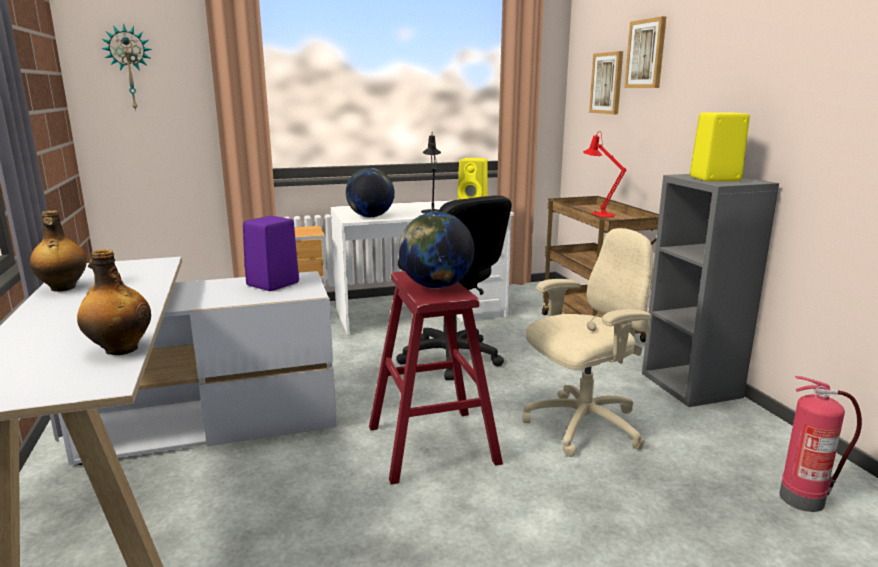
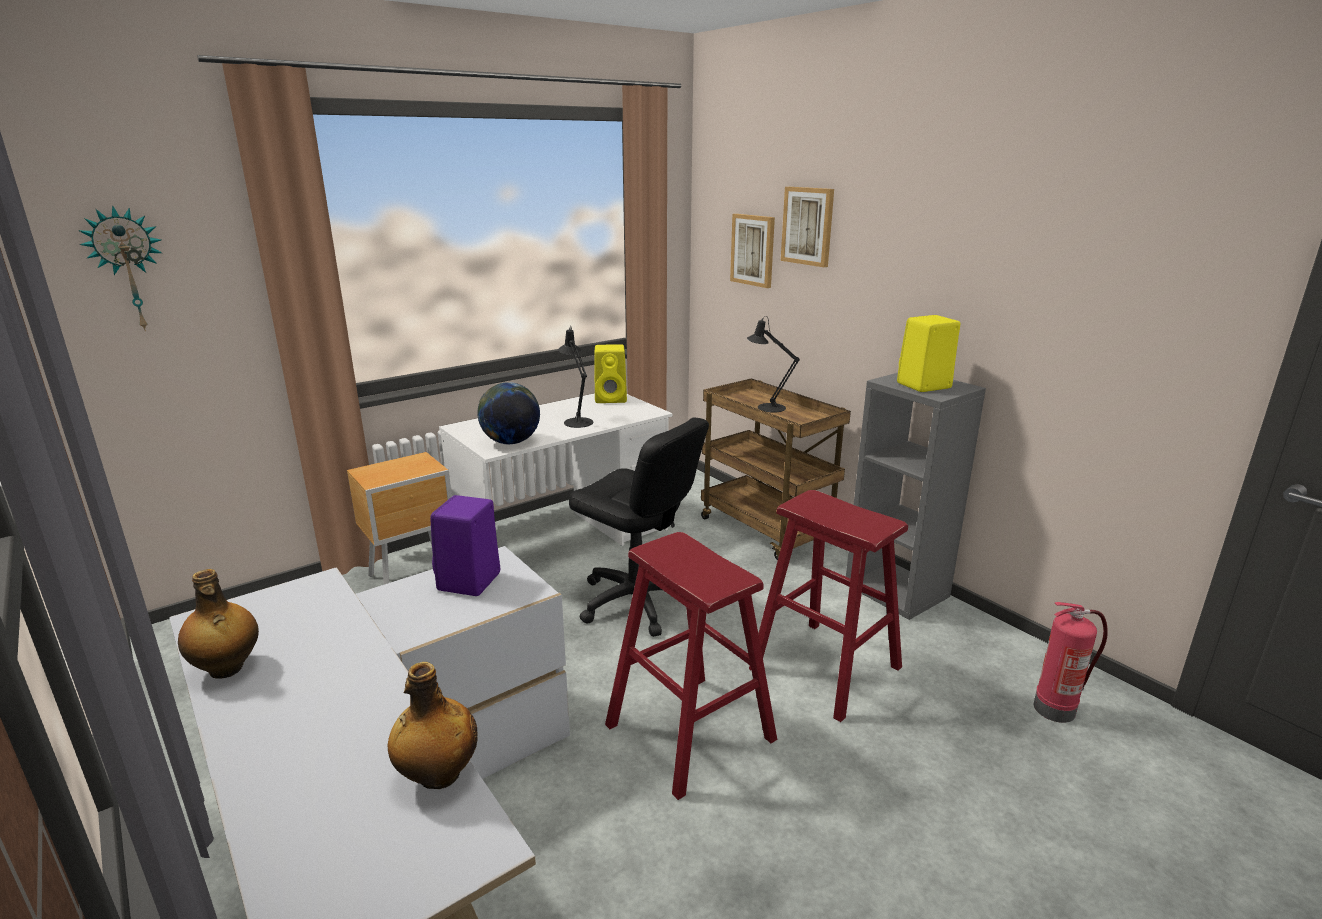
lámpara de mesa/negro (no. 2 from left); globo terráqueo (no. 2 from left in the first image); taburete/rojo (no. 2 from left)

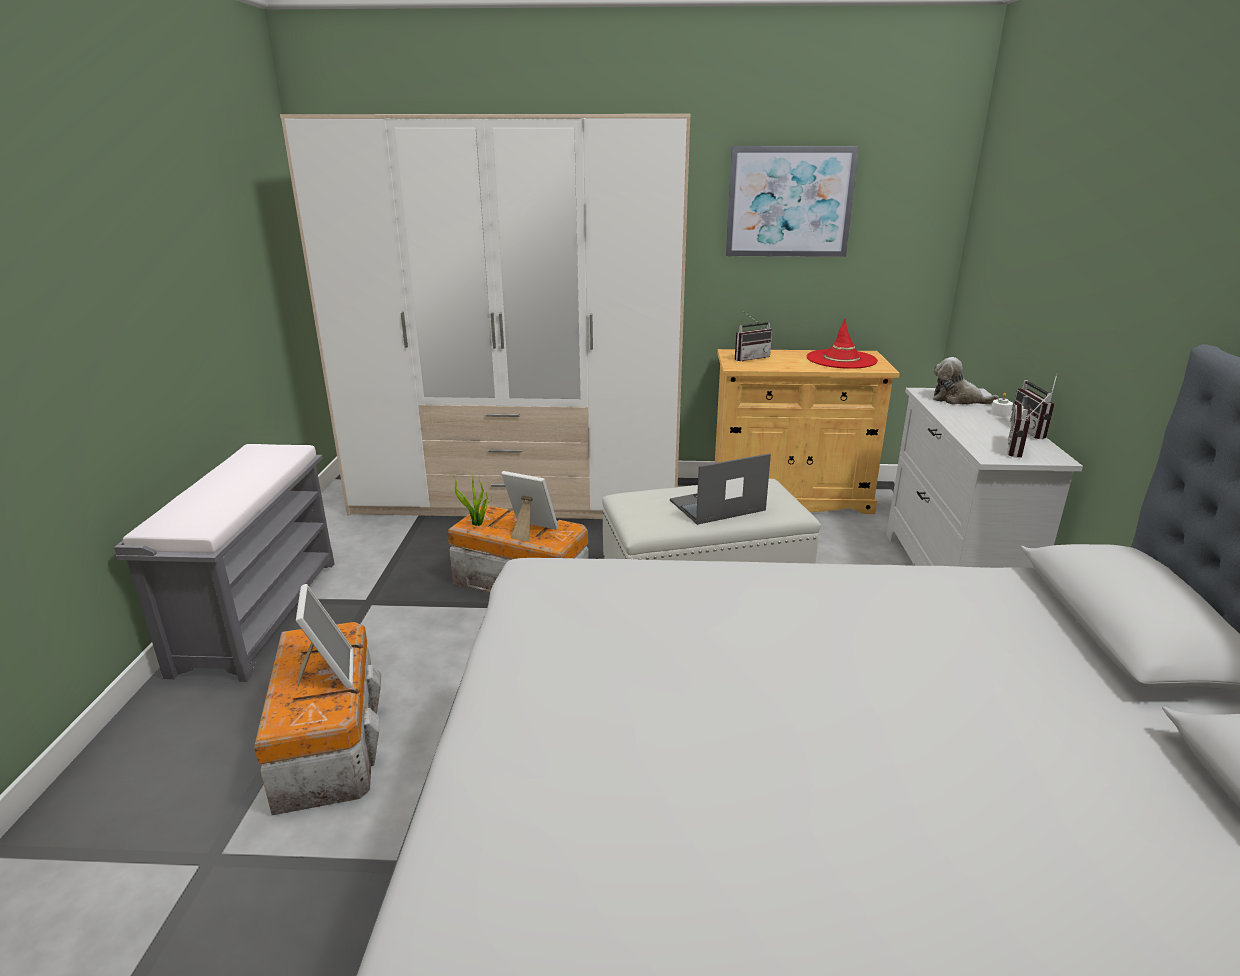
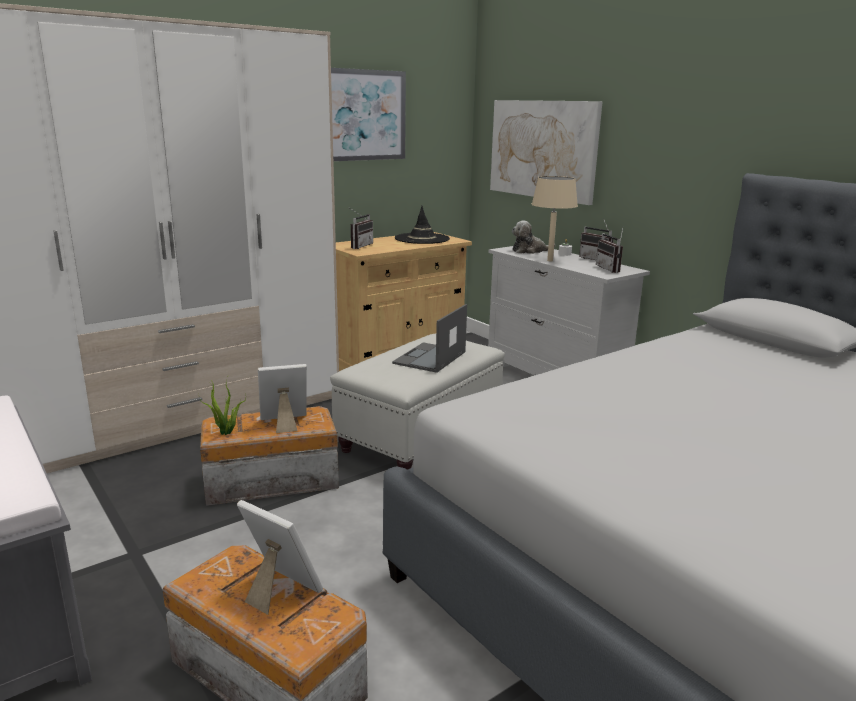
sombrero/negro; cuadro (no. 2 from left); lámpara de mesa/beis

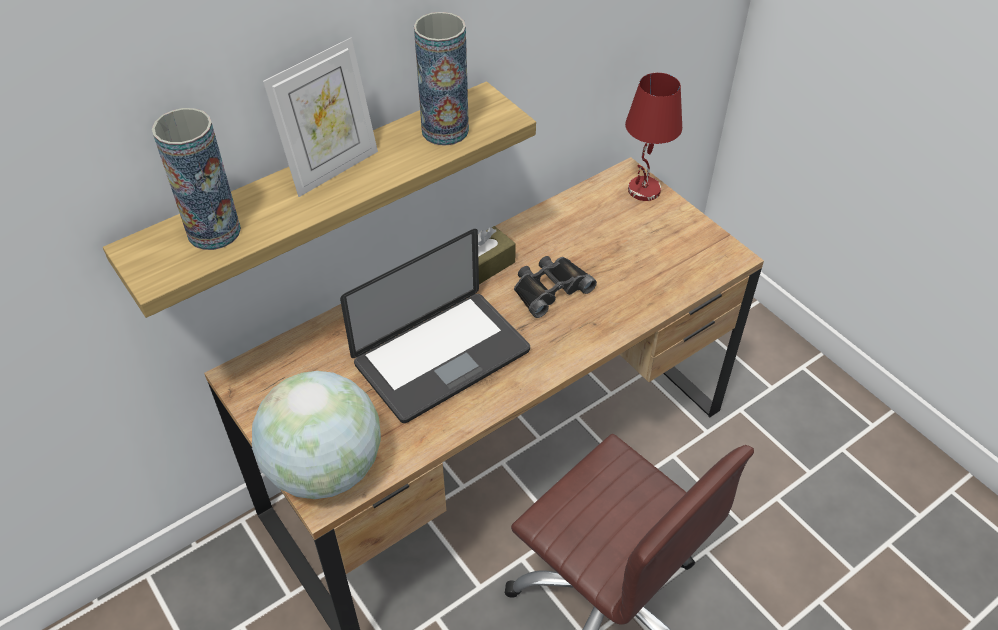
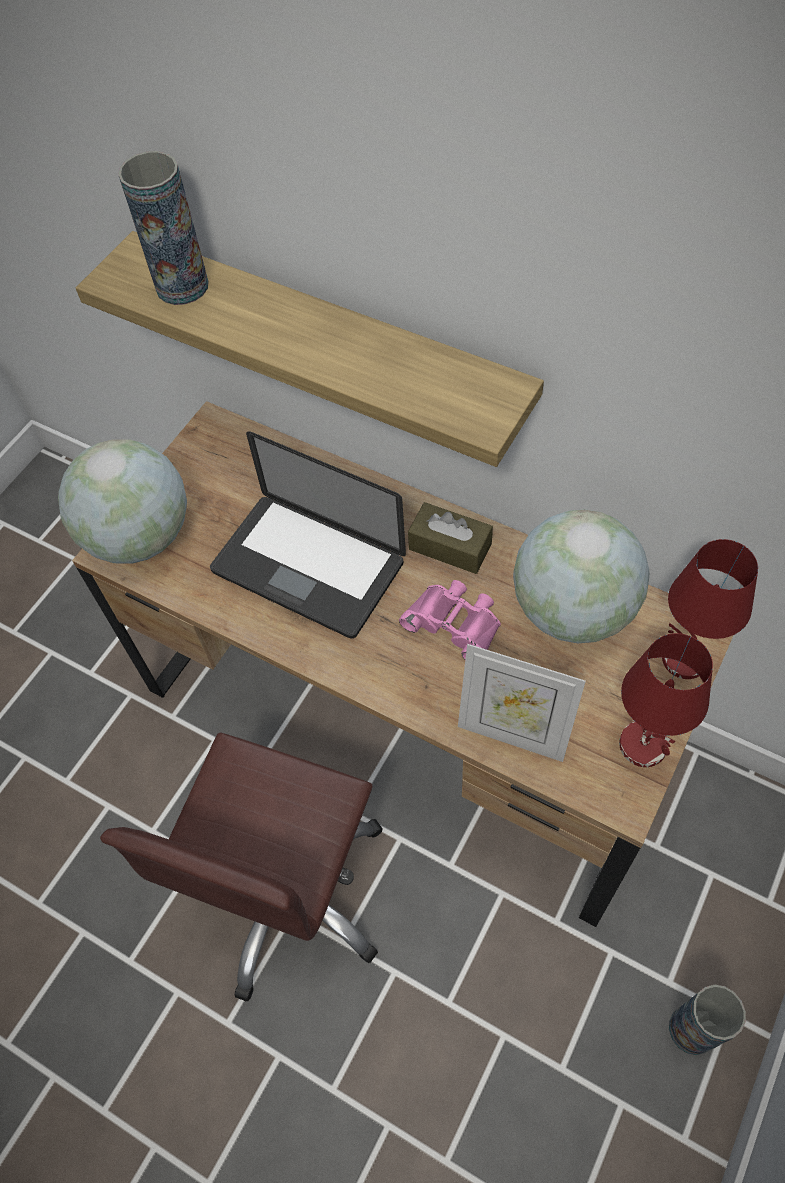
florero (no. 2 from left); portarretratos; prismáticos/rosa; globo terráqueo (no. 2 from left); lámpara de mesa/rojo (no. 1 from left)

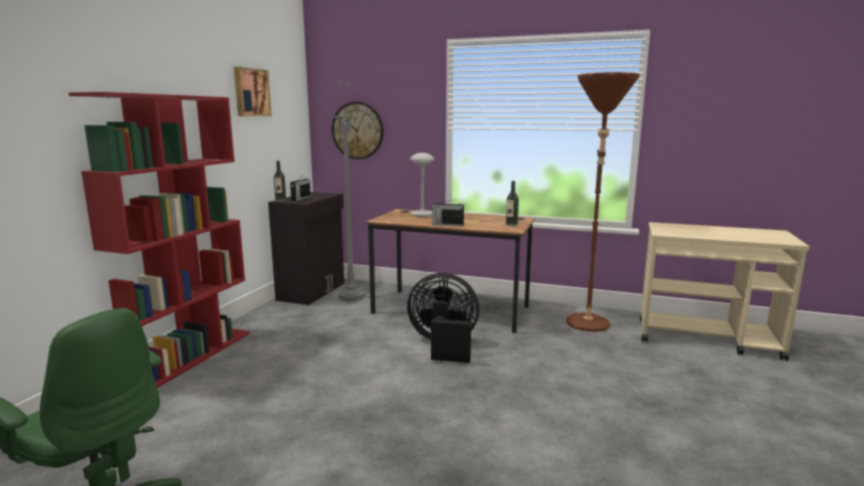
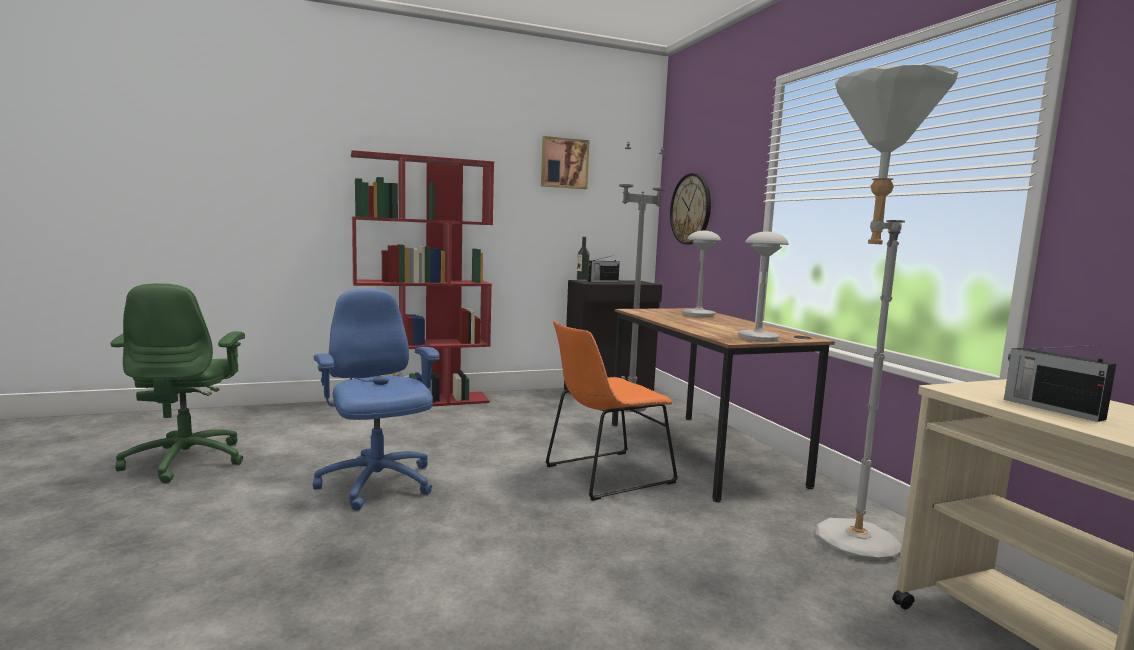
lámpara de pie/gris (no. 2 from left); lámpara de mesa/gris (no. 2 from left); radio (no. 2 from left); silla/naranja; silla de oficina/azul

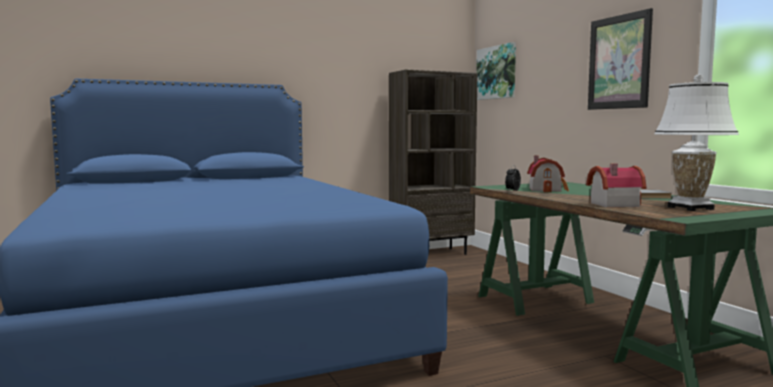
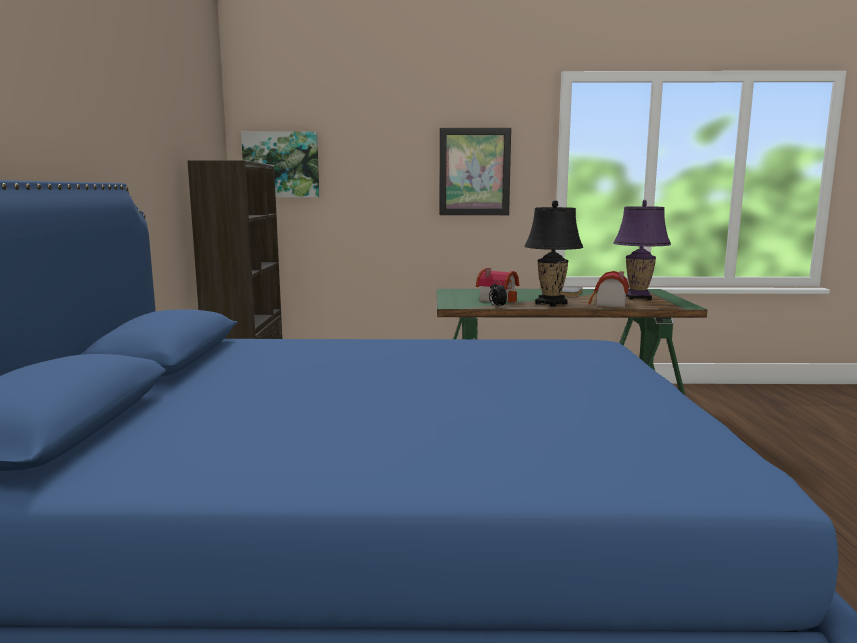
lámpara de mesa/morado; lámpara de mesa/negro

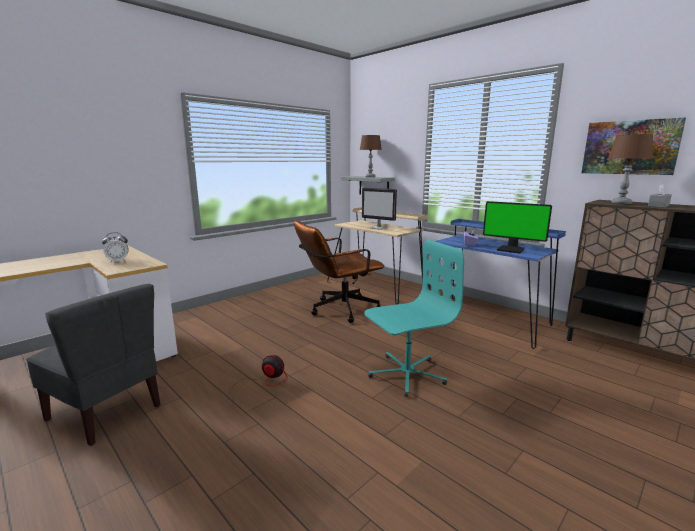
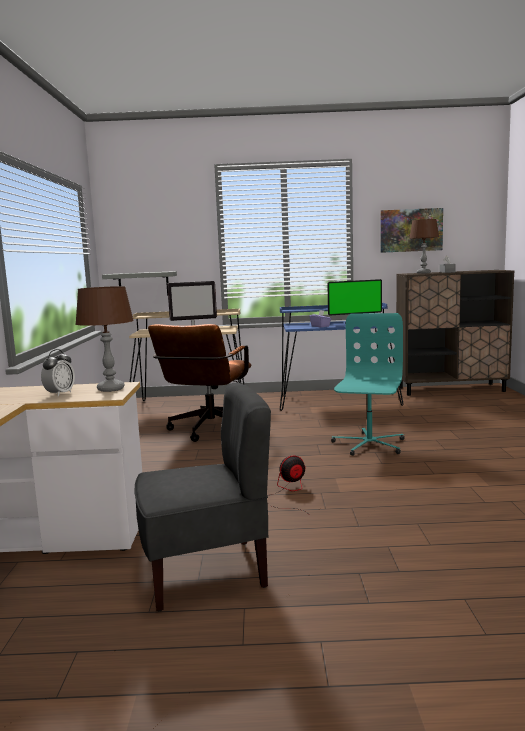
lámpara de mesa/marrón (no. 1 from left)

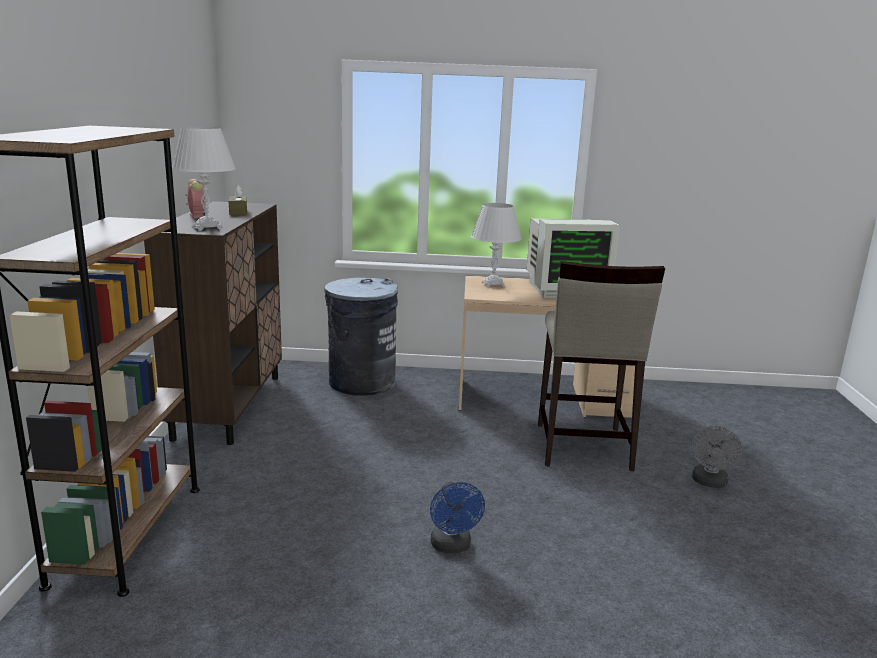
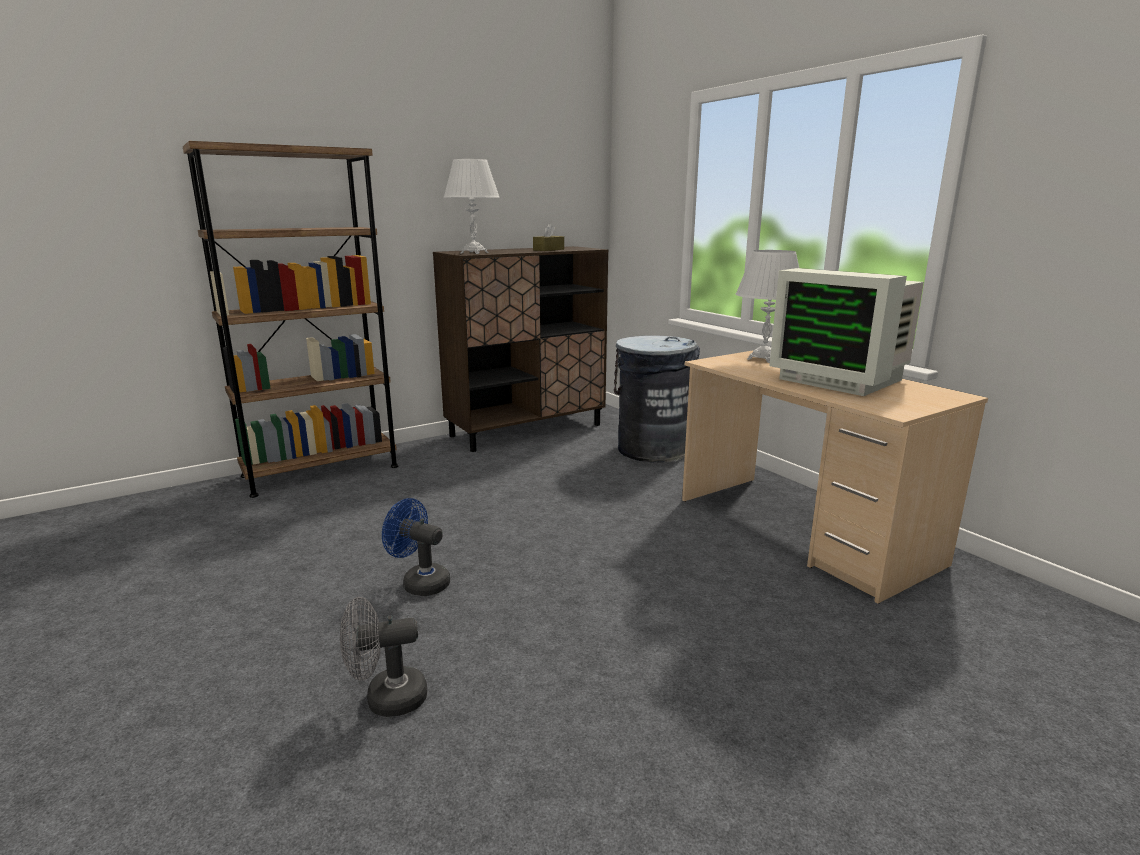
despertador; taburete/beis; ventilador/gris; ventilador/azul

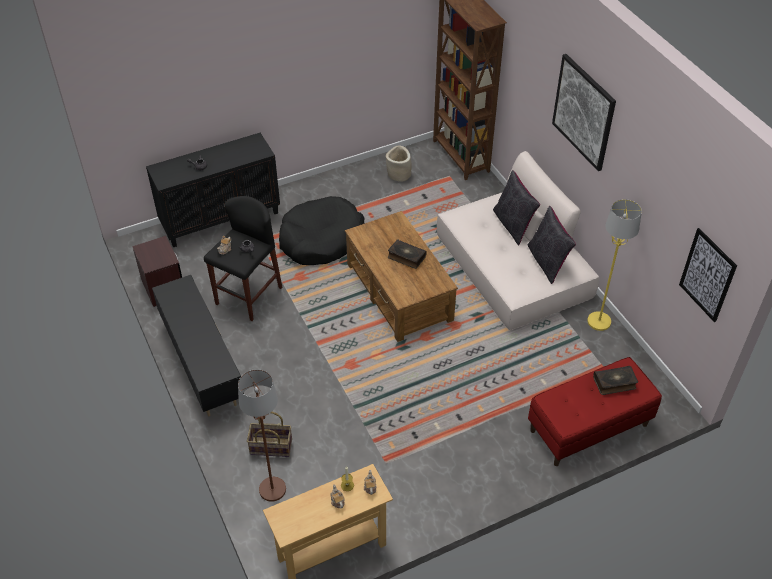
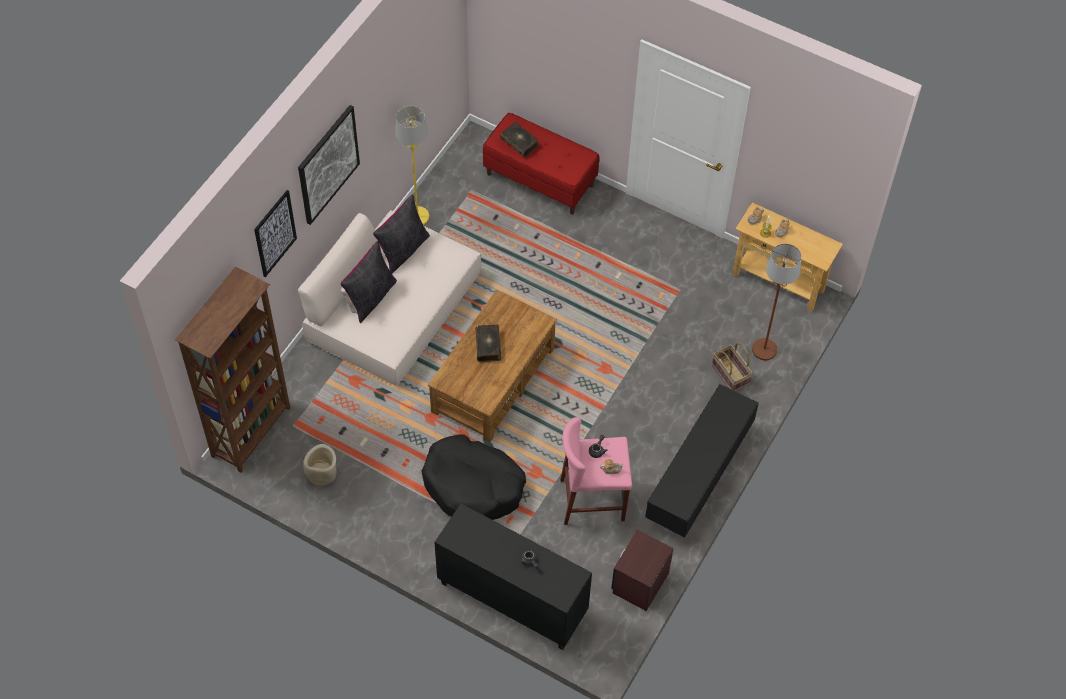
taburete/rosa; cuadro (no. 1 from left)

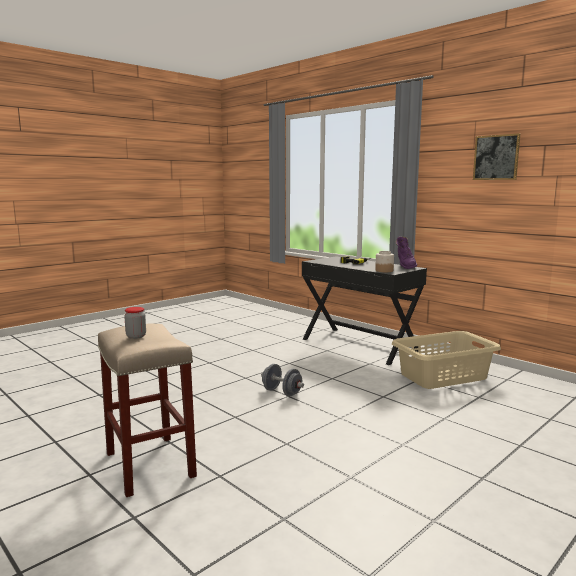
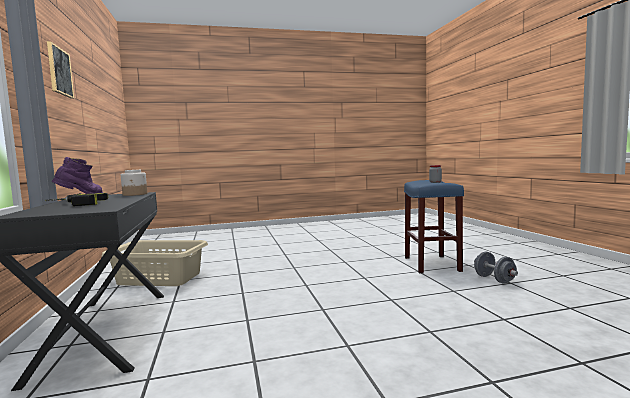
taburete/azul; mancuerna/gris

